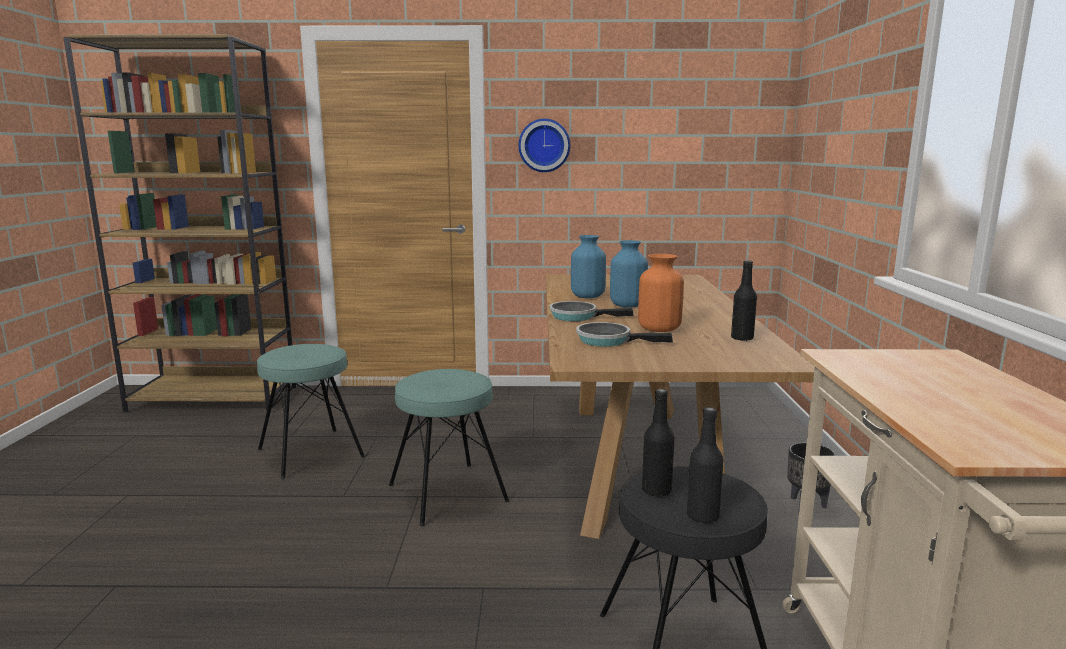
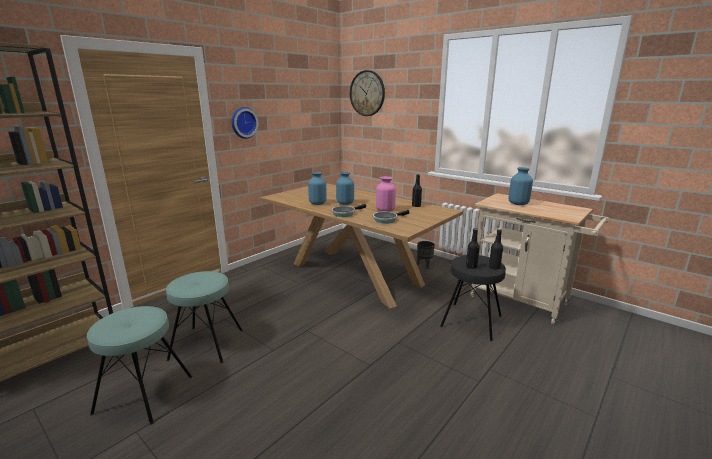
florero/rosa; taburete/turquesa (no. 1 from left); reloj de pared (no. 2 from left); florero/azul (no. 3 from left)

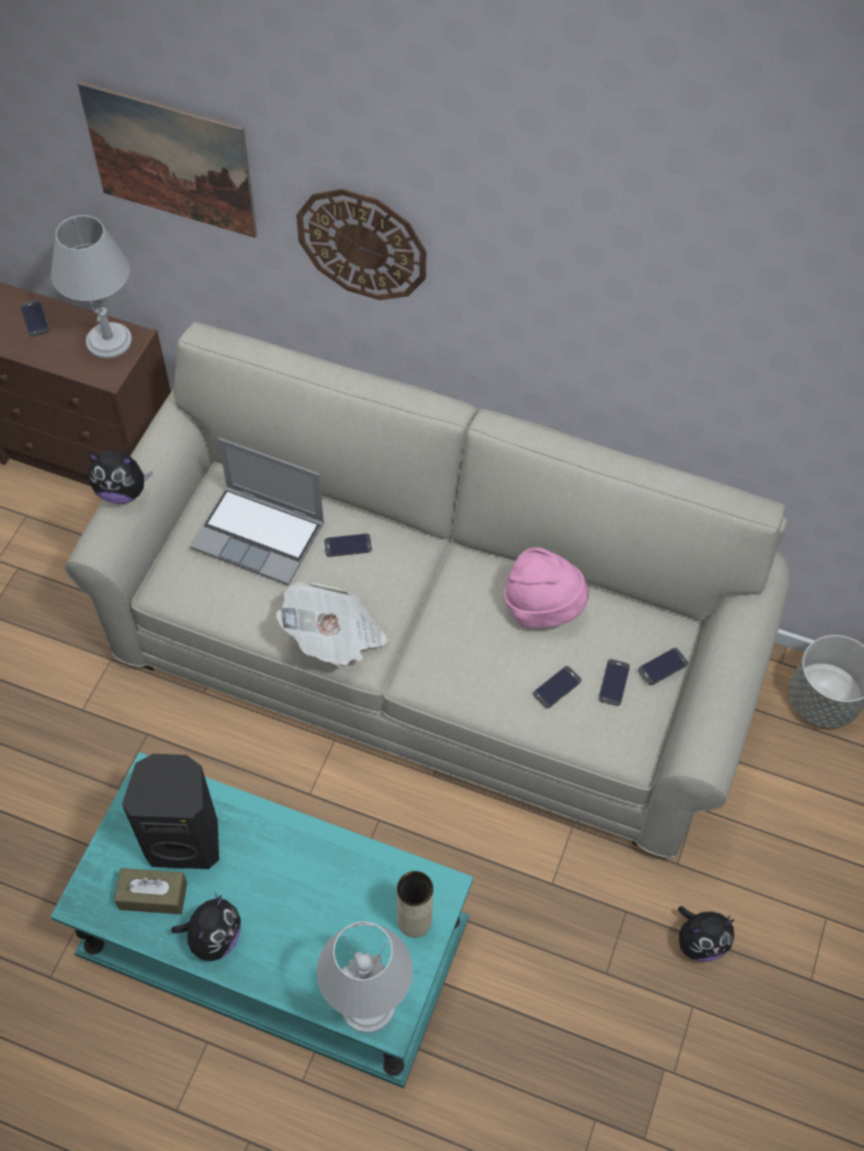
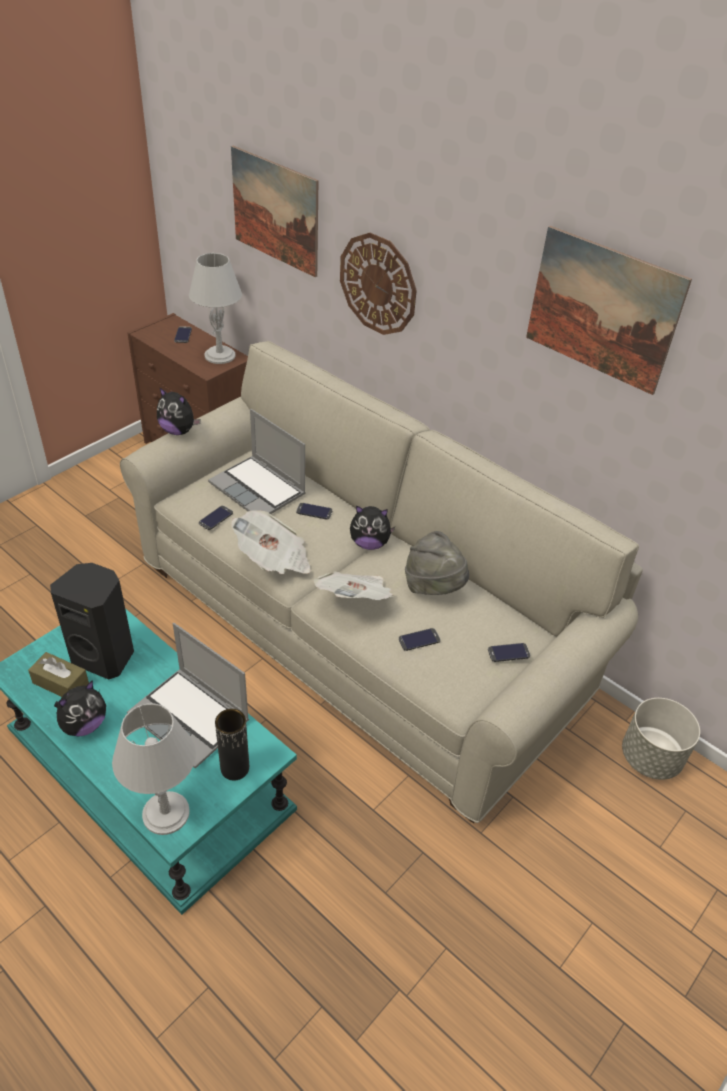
sombrero/gris; móvil (no. 2 from left); florero/negro; peluche (no. 3 from left); cuadro (no. 2 from left); periódico (no. 2 from left); portátil (no. 1 from left)

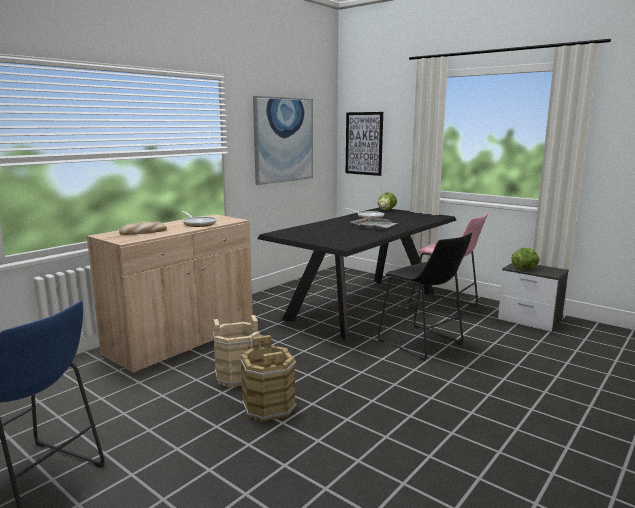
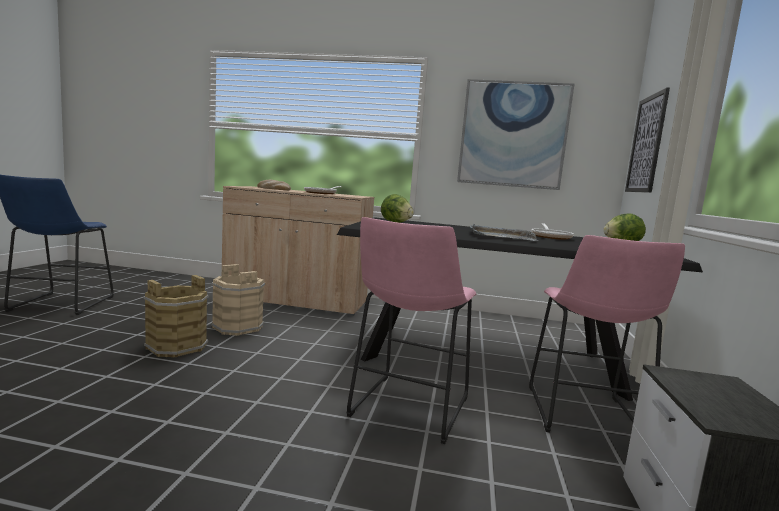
taburete/rosa (no. 1 from left); lechuga (no. 1 from left)

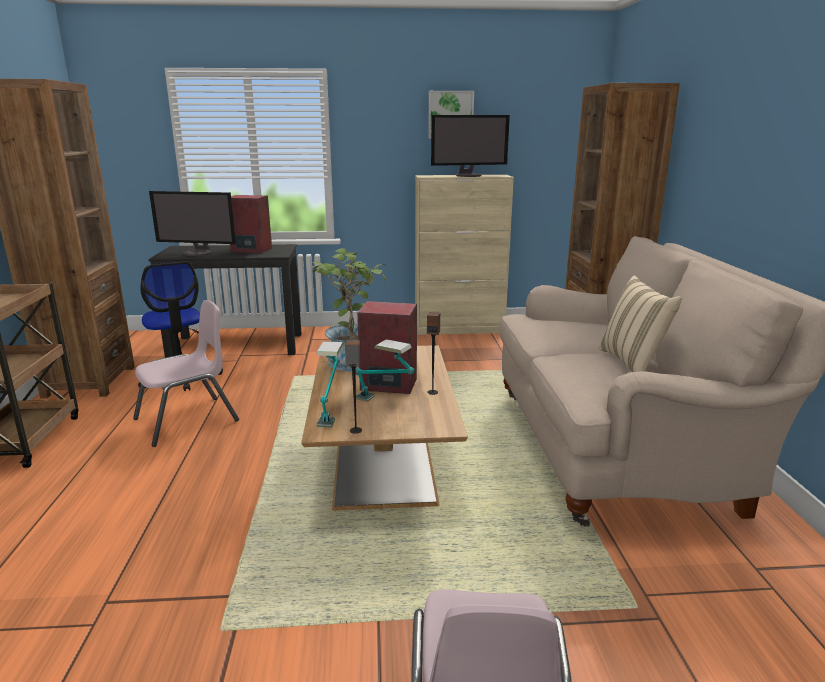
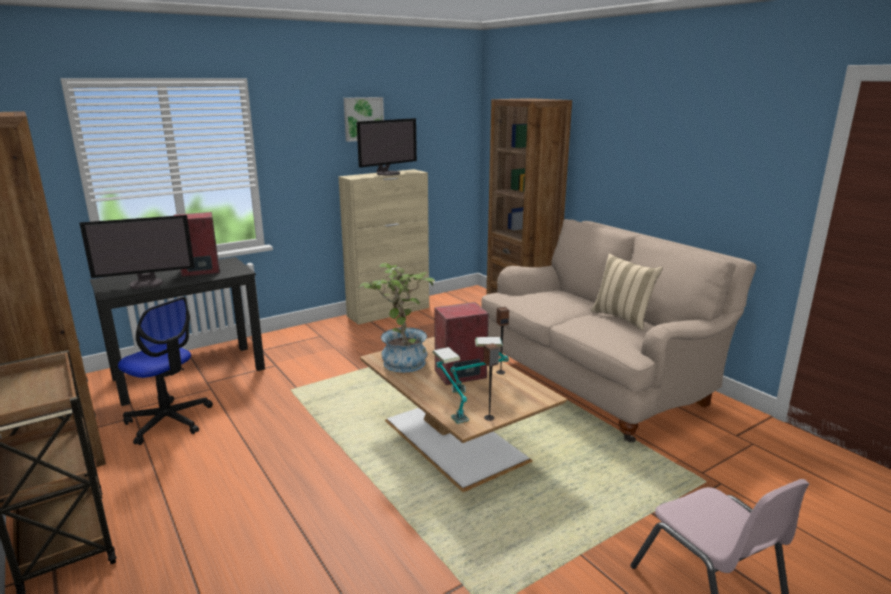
silla/rosa (no. 1 from left in the first image)

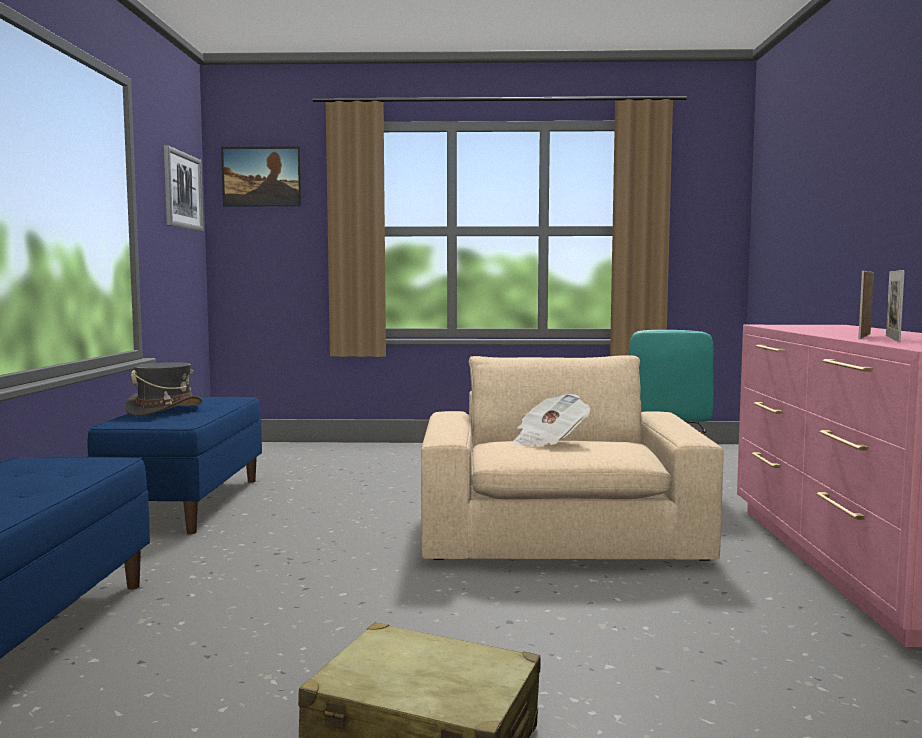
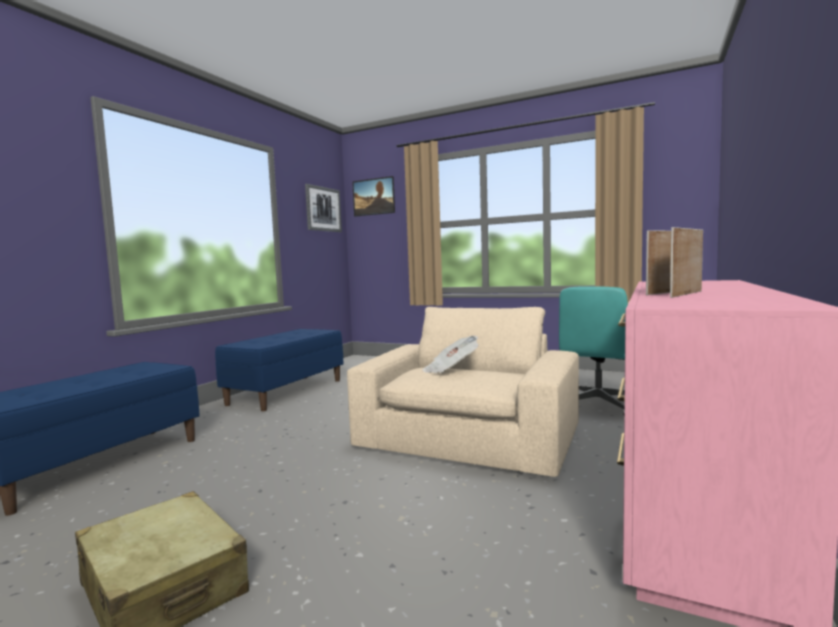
sombrero/gris

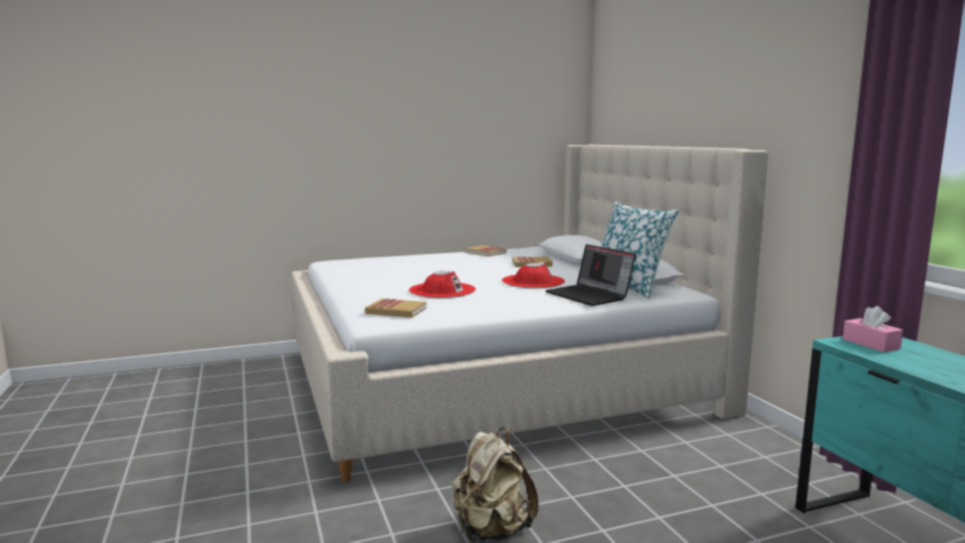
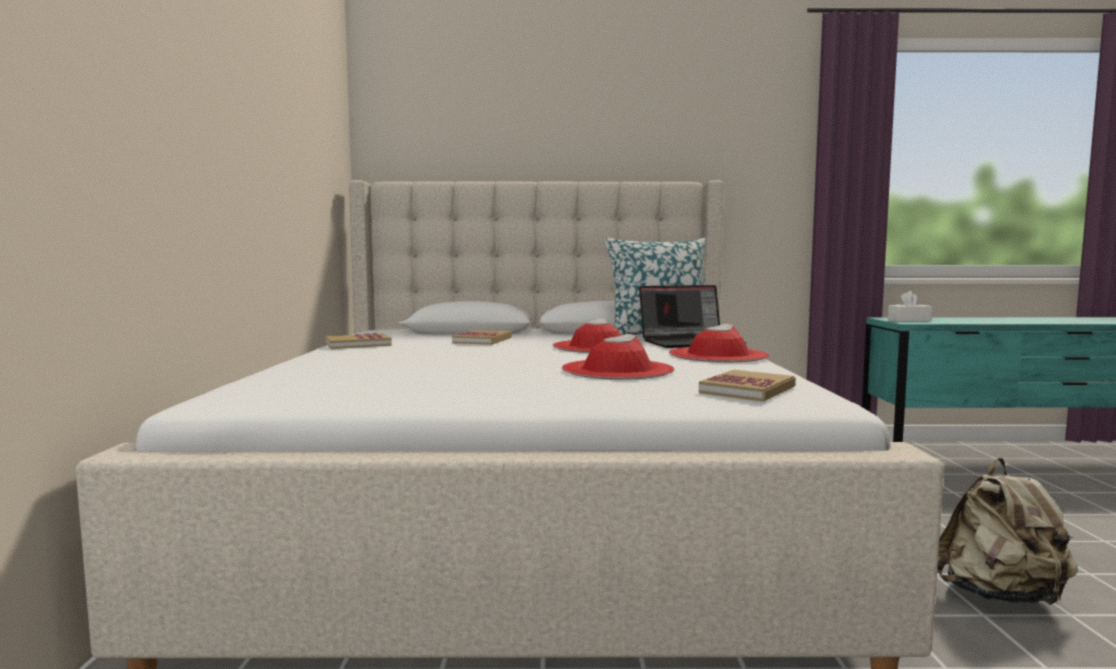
caja de pañuelos/blanco; sombrero/rojo (no. 3 from left)

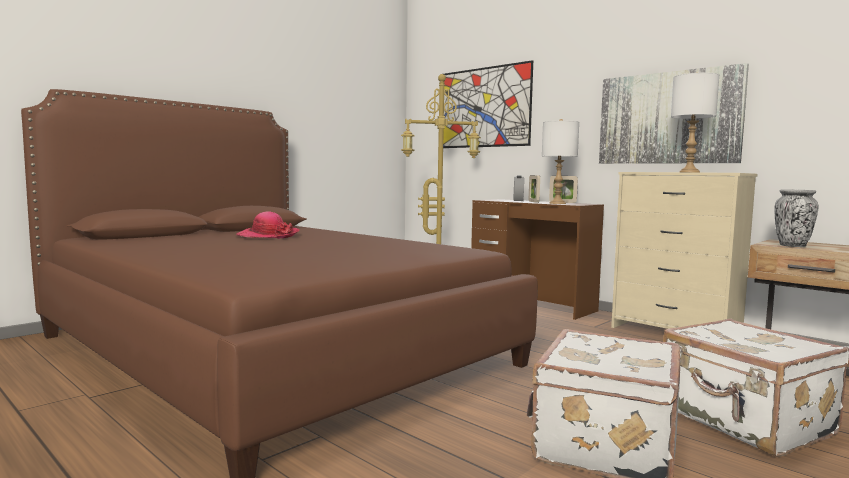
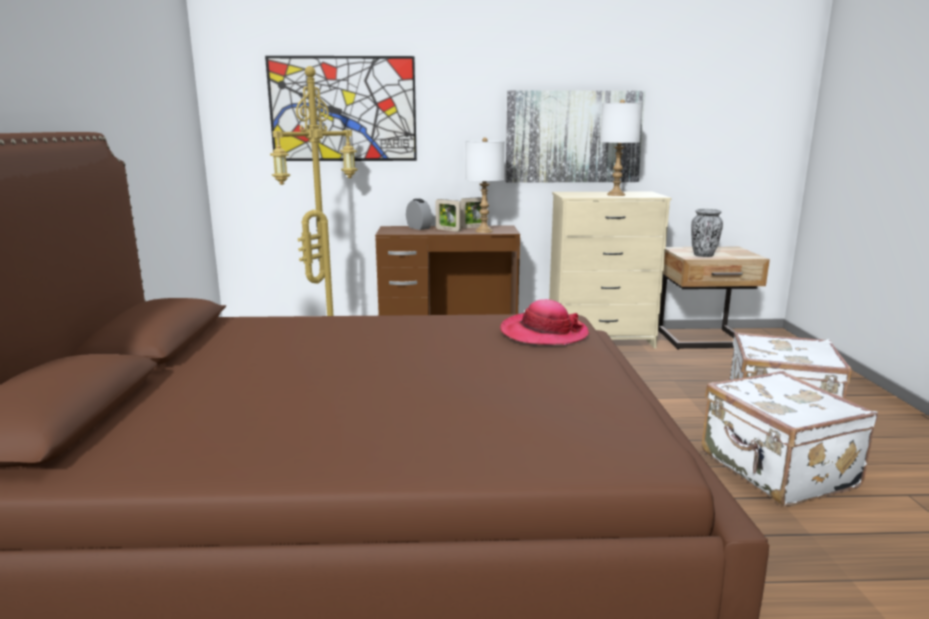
sombrero

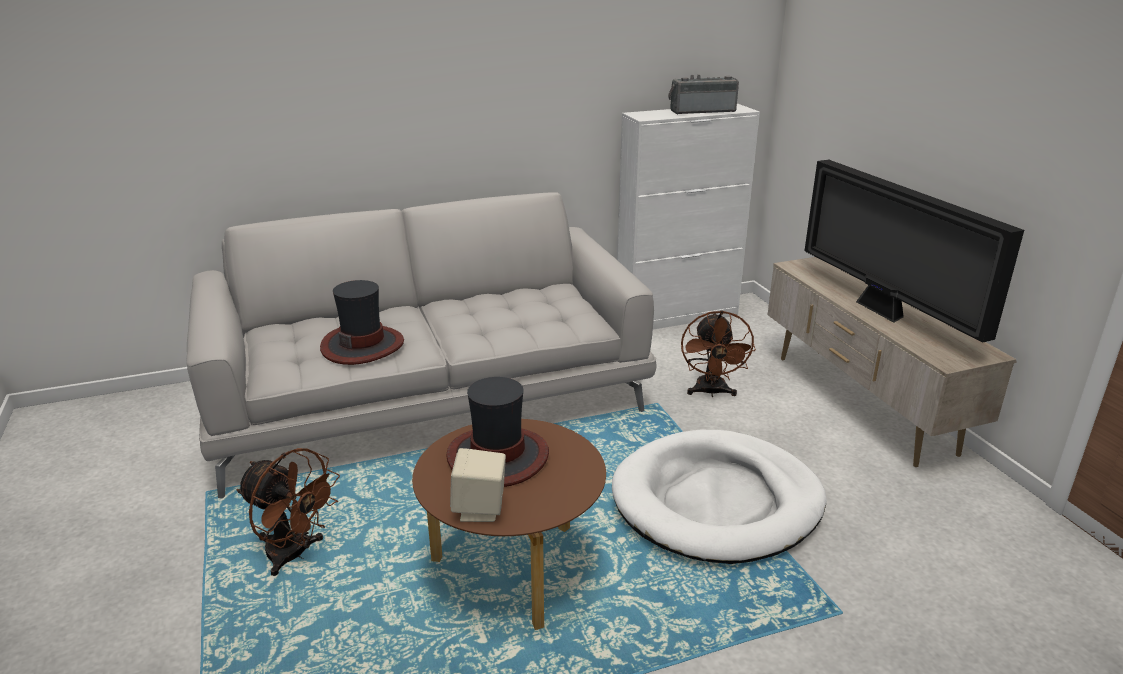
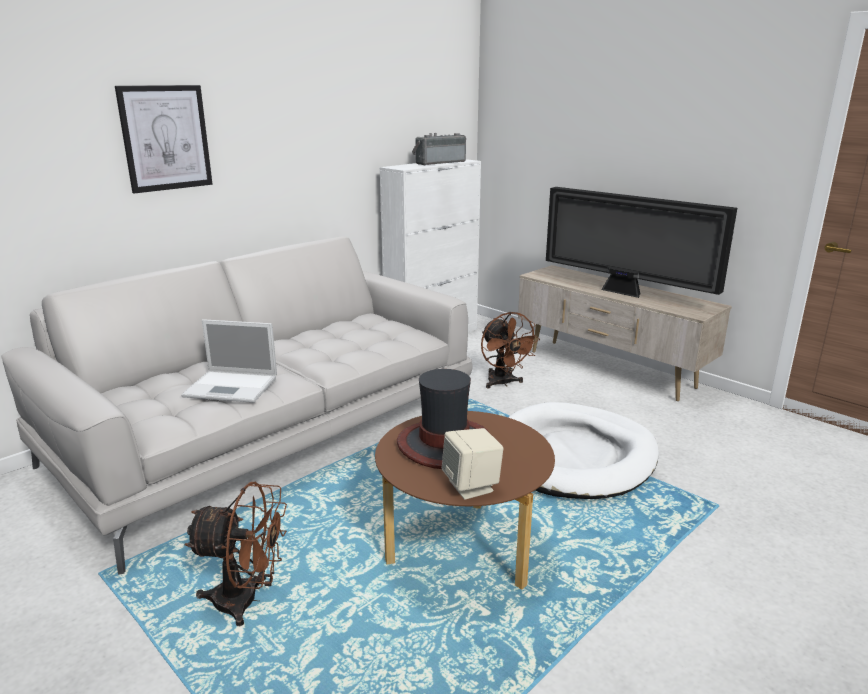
portátil; cuadro

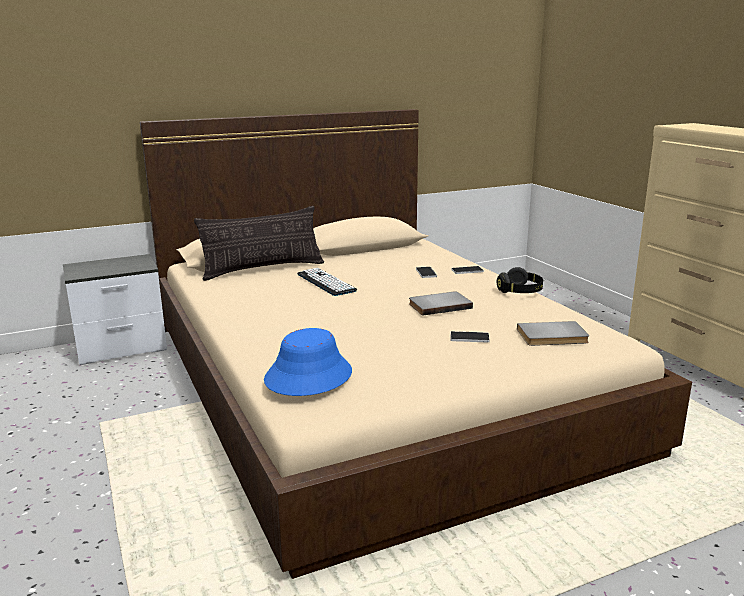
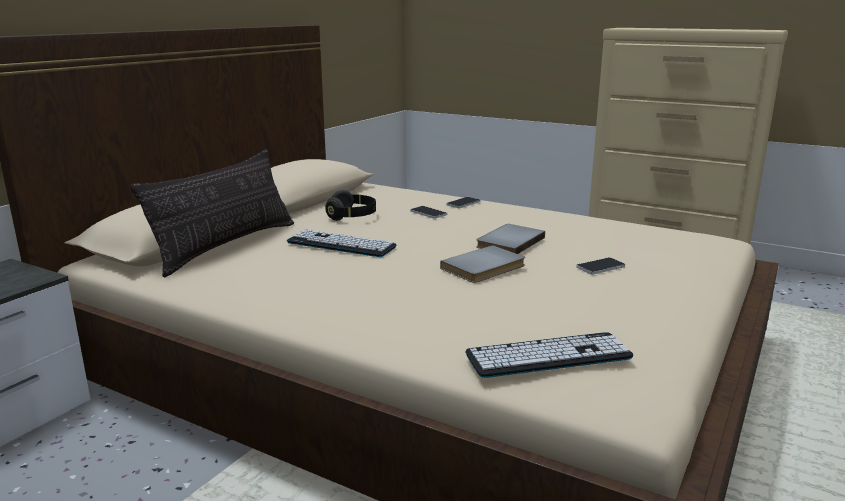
auriculares/negro; libro/gris (no. 1 from left); teclado (no. 2 from left)

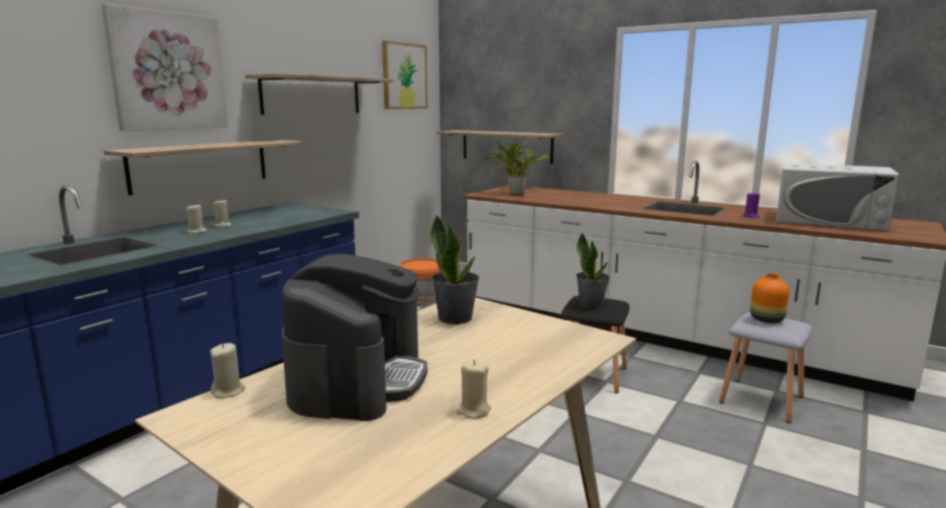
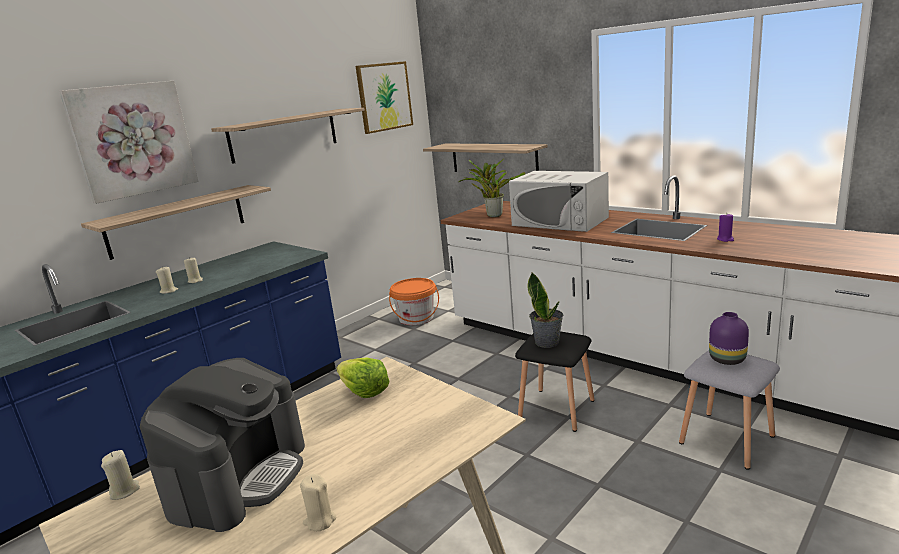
microondas/blanco; lechuga; florero/morado

